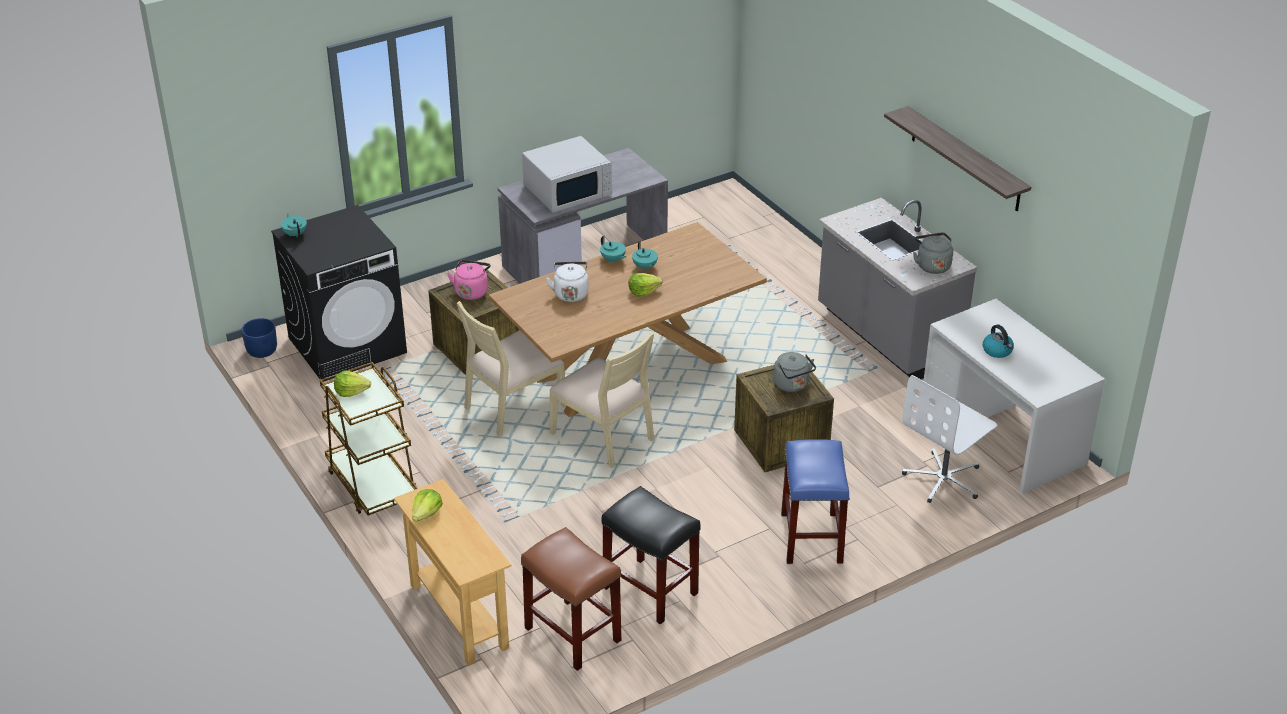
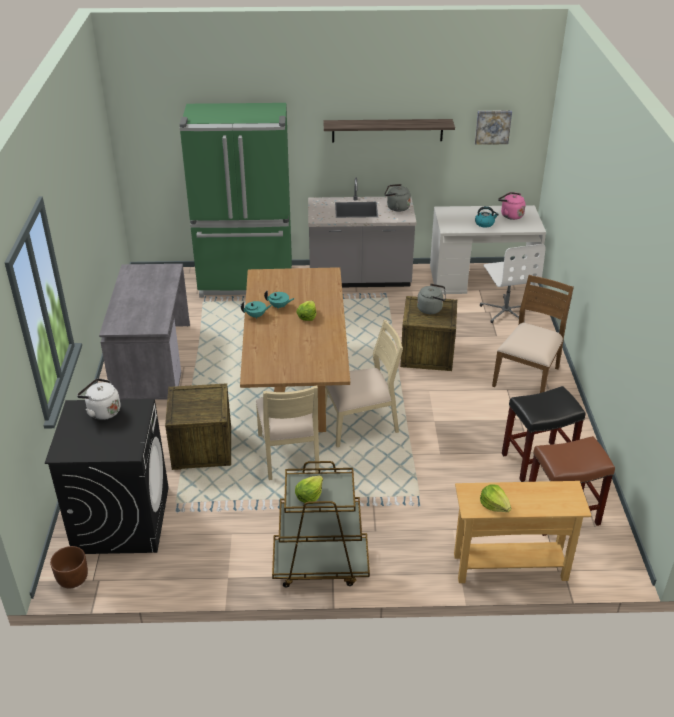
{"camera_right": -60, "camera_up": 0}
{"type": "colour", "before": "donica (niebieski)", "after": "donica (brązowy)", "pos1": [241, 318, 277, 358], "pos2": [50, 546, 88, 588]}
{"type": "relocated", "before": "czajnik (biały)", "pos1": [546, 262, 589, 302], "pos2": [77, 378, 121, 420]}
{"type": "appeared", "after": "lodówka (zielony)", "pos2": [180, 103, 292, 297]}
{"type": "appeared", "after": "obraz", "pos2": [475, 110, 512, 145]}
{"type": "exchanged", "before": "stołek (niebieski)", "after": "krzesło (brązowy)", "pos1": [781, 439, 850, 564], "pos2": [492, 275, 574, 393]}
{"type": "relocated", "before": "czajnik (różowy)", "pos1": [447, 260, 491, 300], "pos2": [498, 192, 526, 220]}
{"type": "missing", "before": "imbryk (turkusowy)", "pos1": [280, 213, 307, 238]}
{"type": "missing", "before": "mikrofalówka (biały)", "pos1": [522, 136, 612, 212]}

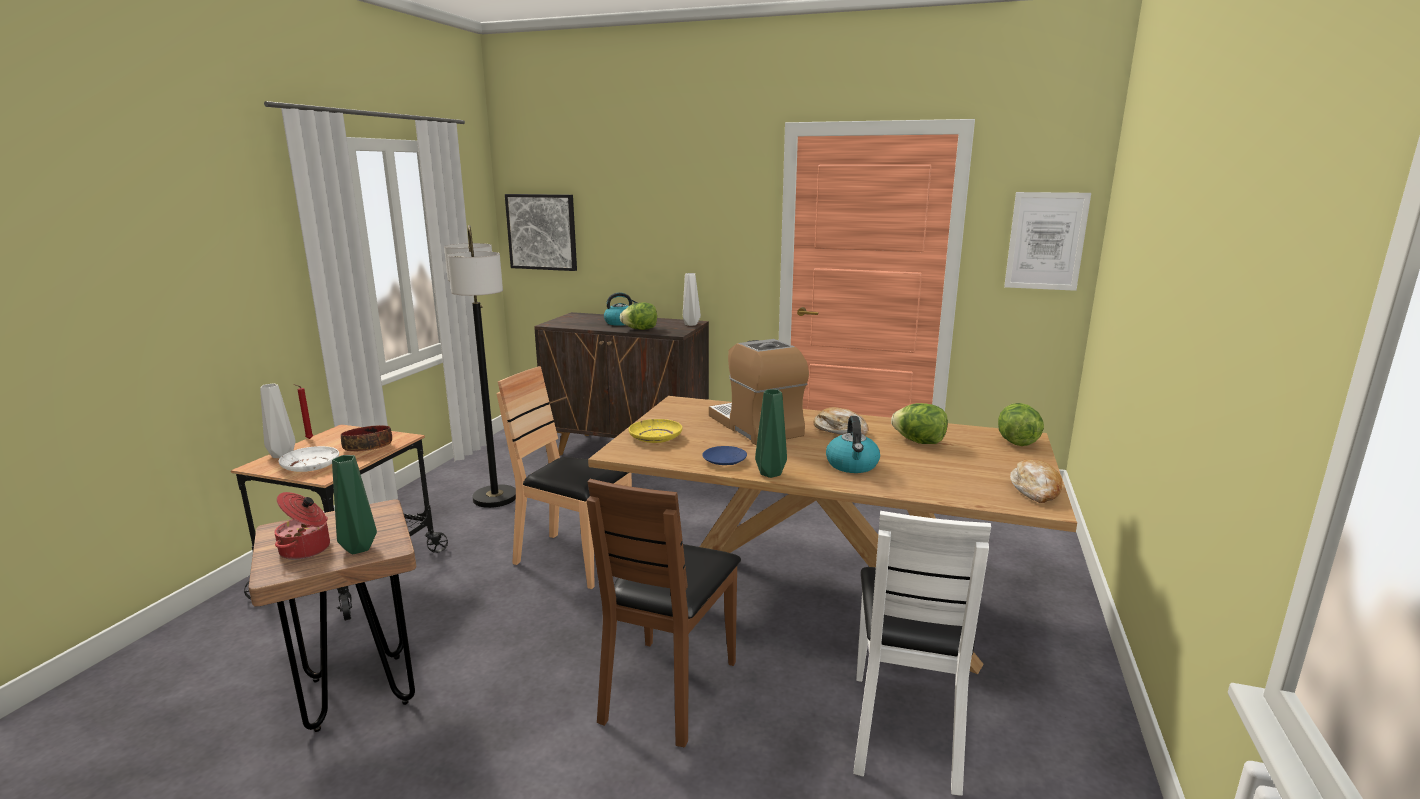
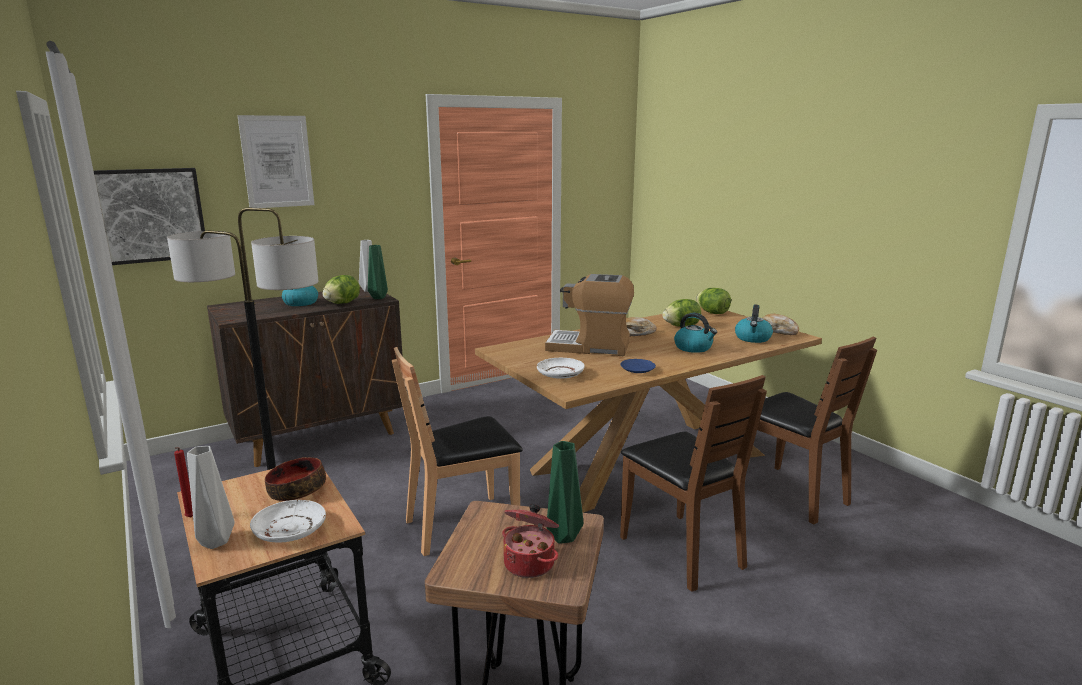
{"camera_right": -50, "camera_up": 0}
{"type": "relocated", "before": "obraz", "pos1": [1004, 192, 1091, 291], "pos2": [237, 115, 314, 208]}
{"type": "relocated", "before": "wazon (zielony)", "pos1": [755, 389, 787, 478], "pos2": [368, 245, 388, 299]}
{"type": "colour", "before": "talerz (żółty)", "after": "talerz (biały)", "pos1": [629, 419, 682, 443], "pos2": [537, 358, 585, 379]}
{"type": "appeared", "after": "czajnik", "pos2": [735, 305, 773, 343]}
{"type": "colour", "before": "krzesło (biały)", "after": "krzesło (brązowy)", "pos1": [853, 511, 991, 796], "pos2": [737, 336, 877, 524]}

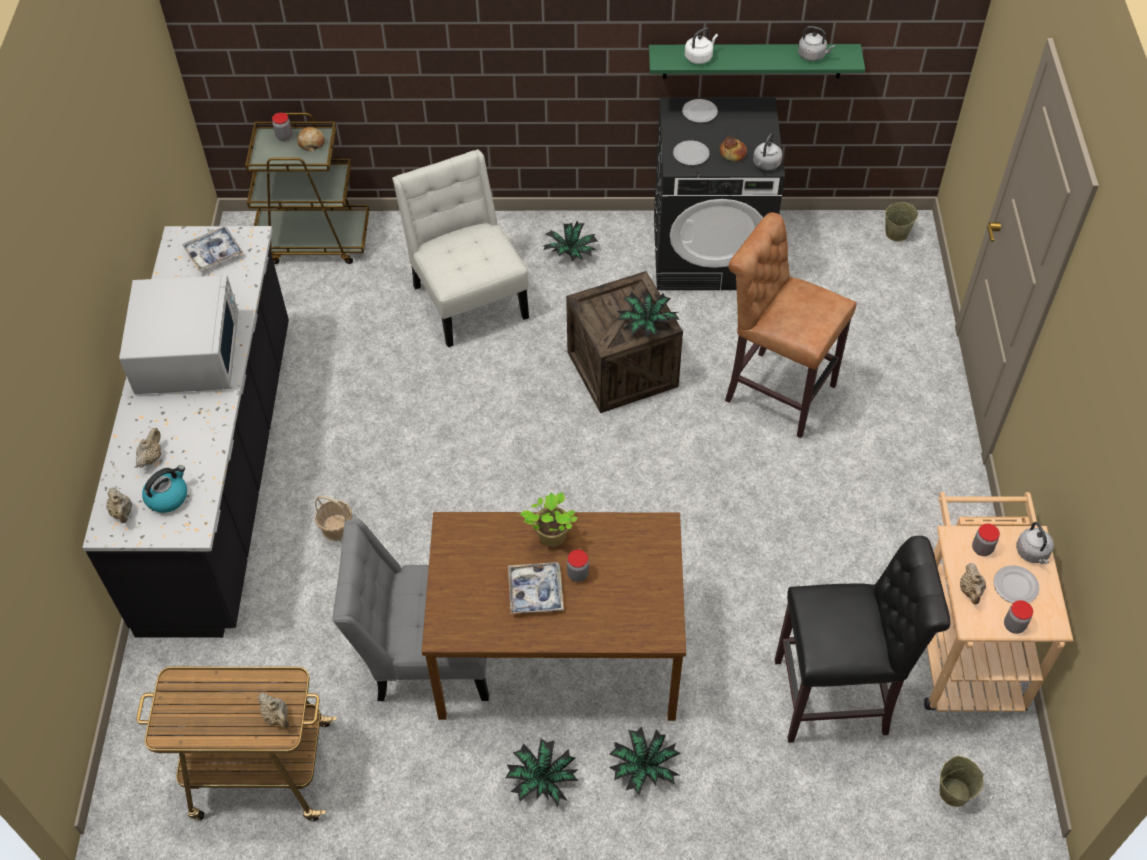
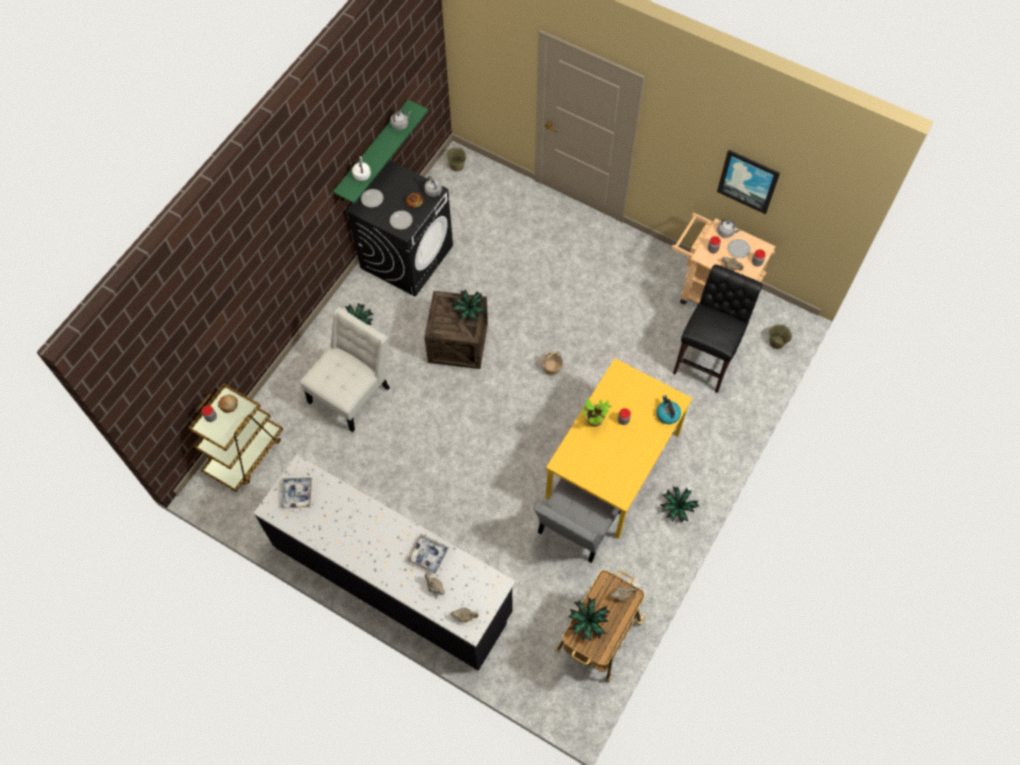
{"camera_right": -60, "camera_up": 10}
{"type": "spun", "before": "krzesło (biały)", "pos1": [392, 150, 529, 347], "pos2": [300, 307, 390, 432], "turn": 120}
{"type": "relocated", "before": "taca", "pos1": [508, 562, 564, 614], "pos2": [406, 534, 450, 574]}
{"type": "relocated", "before": "koszyk", "pos1": [315, 496, 352, 541], "pos2": [541, 351, 563, 376]}
{"type": "colour", "before": "stół jadalny (brązowy)", "after": "stół jadalny (żółty)", "pos1": [422, 512, 686, 721], "pos2": [546, 358, 693, 539]}
{"type": "relocated", "before": "roślina doniczkowa", "pos1": [609, 727, 681, 795], "pos2": [568, 597, 610, 642]}
{"type": "relocated", "before": "czajnik", "pos1": [142, 465, 187, 513], "pos2": [656, 395, 681, 424]}
{"type": "appeared", "after": "obraz", "pos2": [717, 150, 780, 214]}
{"type": "missing", "before": "mikrofalówka (biały)", "pos1": [119, 275, 238, 394]}
{"type": "missing", "before": "stołek (brązowy)", "pos1": [725, 212, 857, 438]}

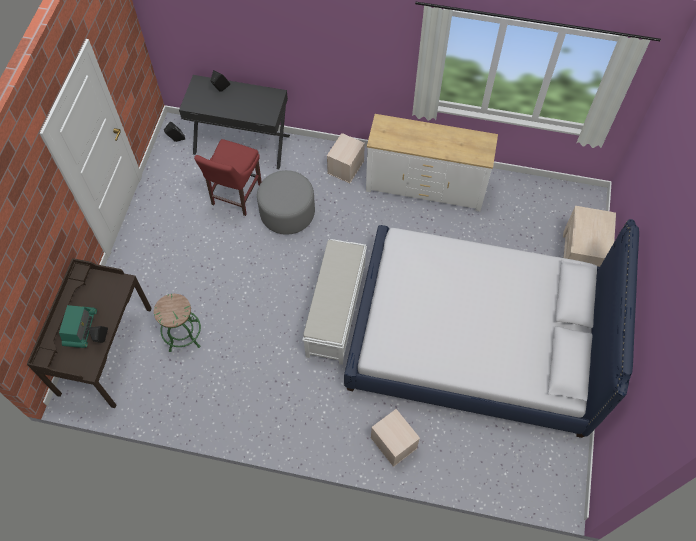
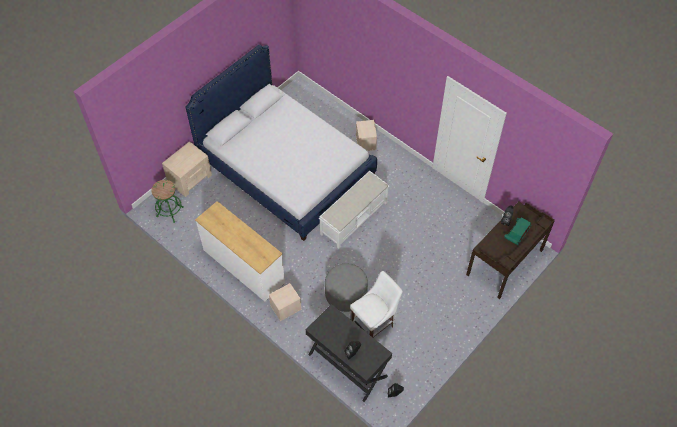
{"camera_right": -150, "camera_up": -5}
{"type": "relocated", "before": "stołek (zielony)", "pos1": [154, 294, 201, 352], "pos2": [151, 180, 184, 223]}
{"type": "colour", "before": "krzesło (czerwony)", "after": "krzesło (biały)", "pos1": [194, 139, 262, 216], "pos2": [350, 271, 403, 337]}

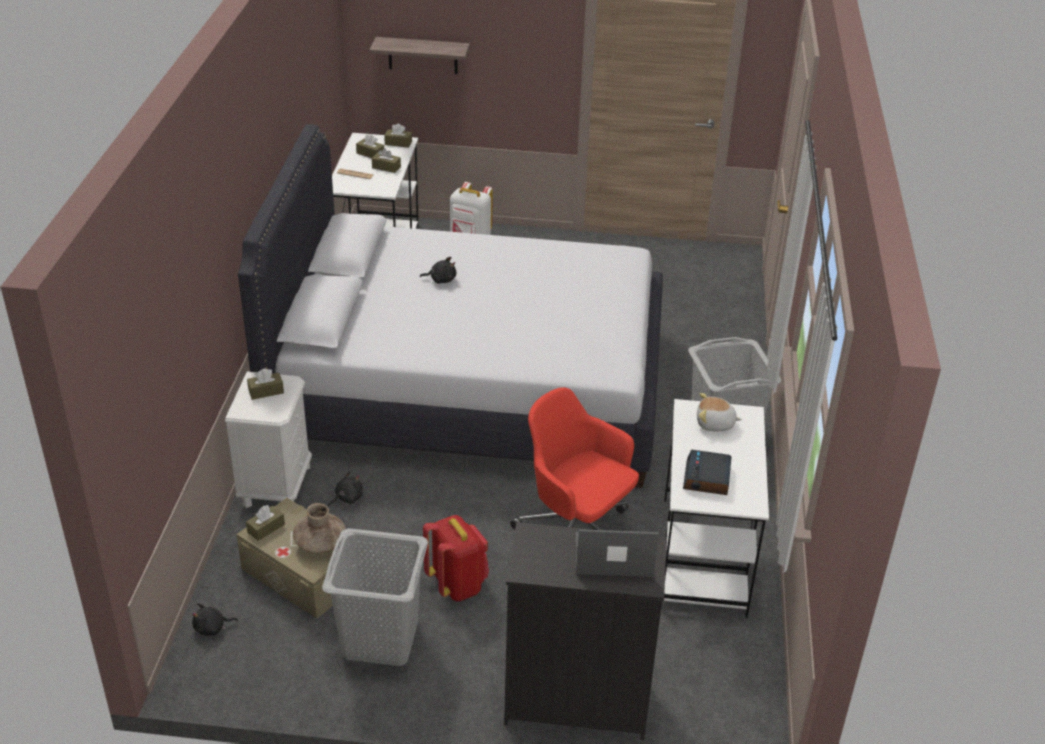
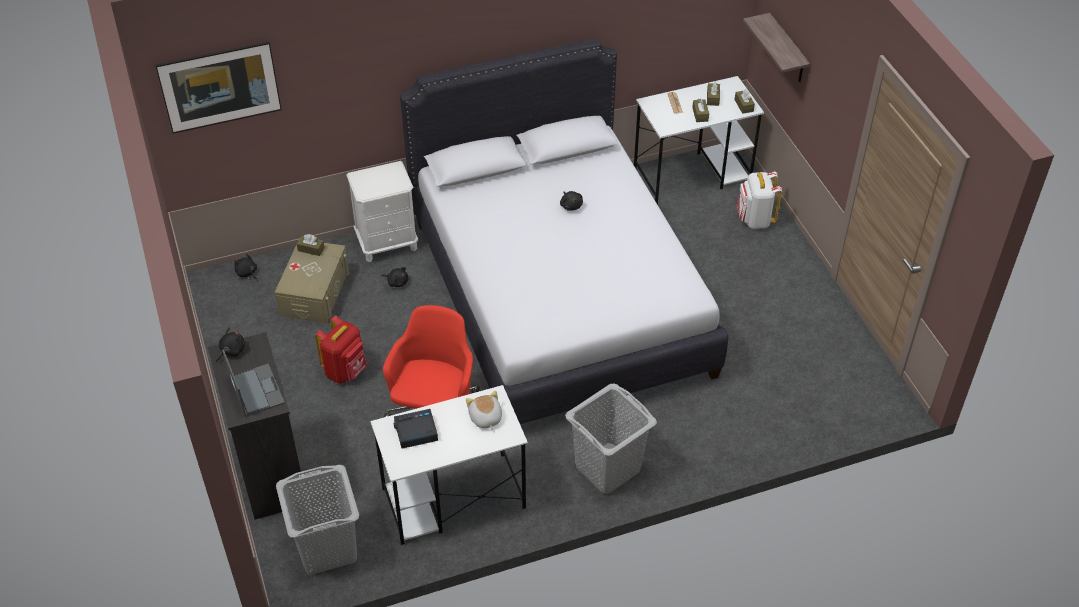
{"camera_right": 65, "camera_up": 10}
{"type": "appeared", "after": "obraz", "pos2": [155, 41, 282, 134]}
{"type": "appeared", "after": "pluszak (czarny)", "pos2": [216, 328, 245, 363]}
{"type": "relocated", "before": "kosz na pranie (szary)", "pos1": [322, 528, 428, 666], "pos2": [276, 465, 359, 575]}
{"type": "missing", "before": "pudełko chusteczek (brązowy)", "pos1": [247, 368, 284, 400]}
{"type": "missing", "before": "wazon (brązowy)", "pos1": [293, 503, 346, 554]}

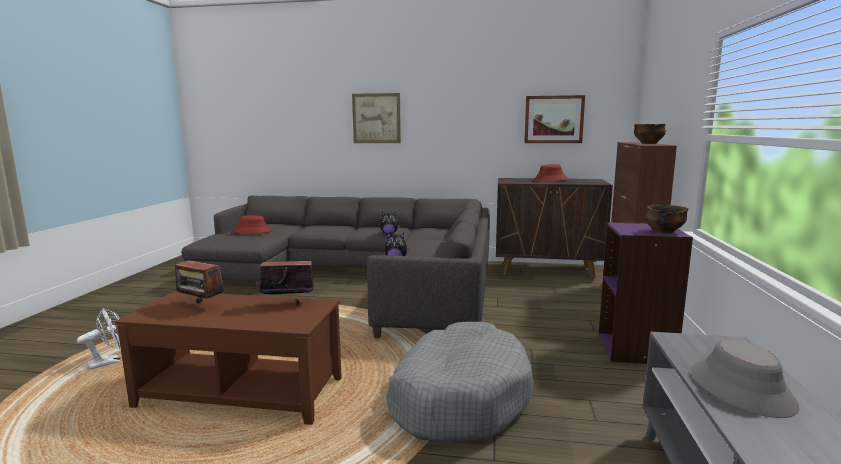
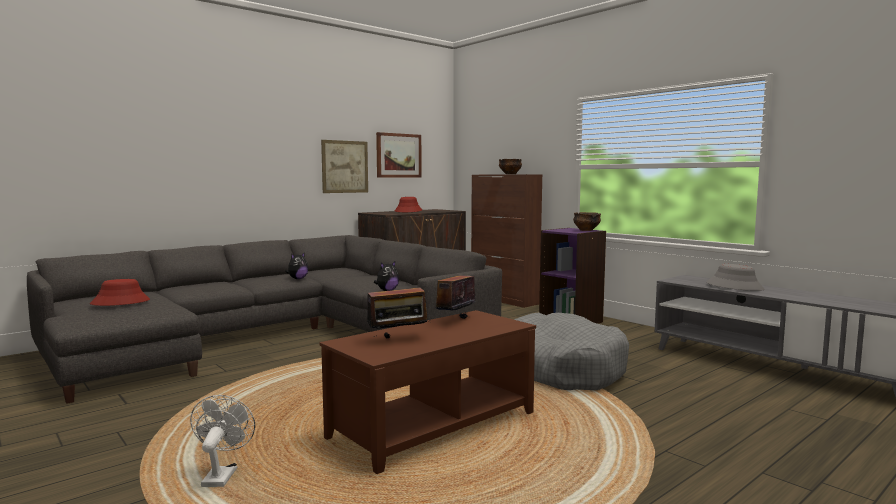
{"camera_right": -50, "camera_up": -5}
{"type": "relocated", "before": "obraz", "pos1": [352, 93, 401, 143], "pos2": [321, 140, 368, 193]}

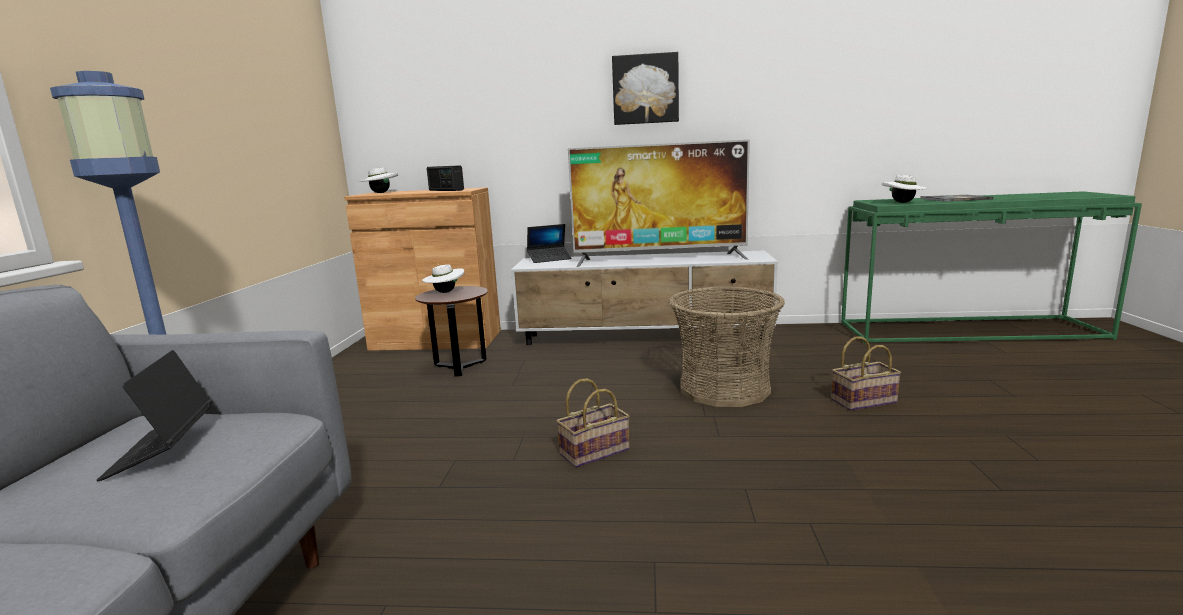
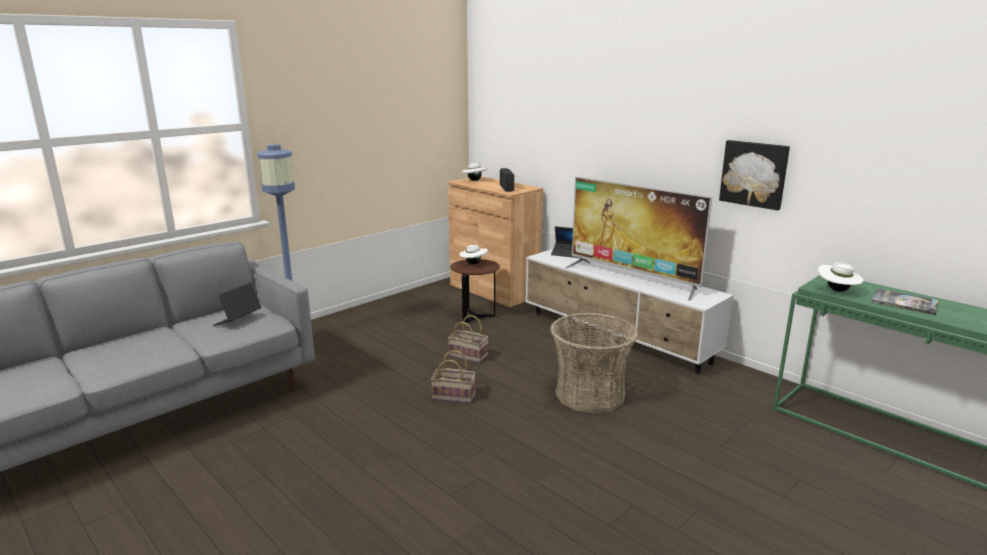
{"camera_right": 40, "camera_up": 5}
{"type": "relocated", "before": "koszyk", "pos1": [831, 337, 901, 411], "pos2": [448, 315, 488, 363]}
{"type": "relocated", "before": "obraz", "pos1": [612, 52, 679, 125], "pos2": [719, 140, 790, 210]}

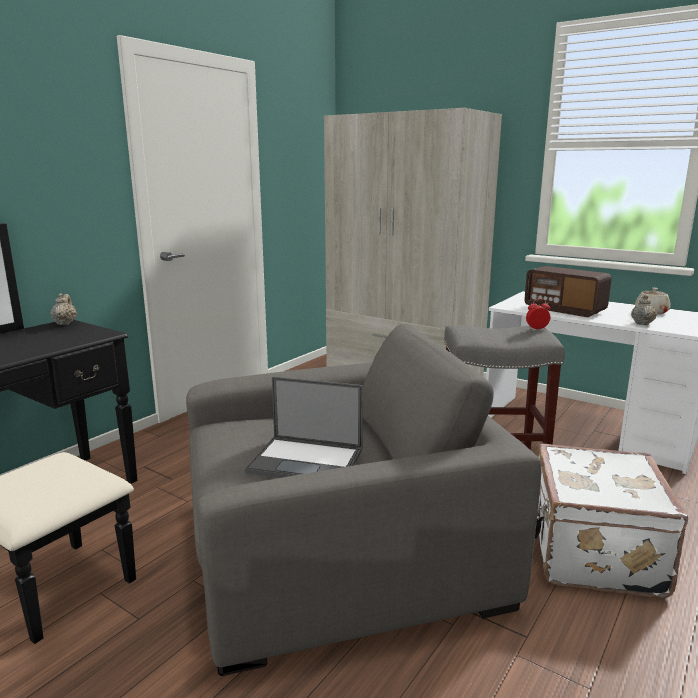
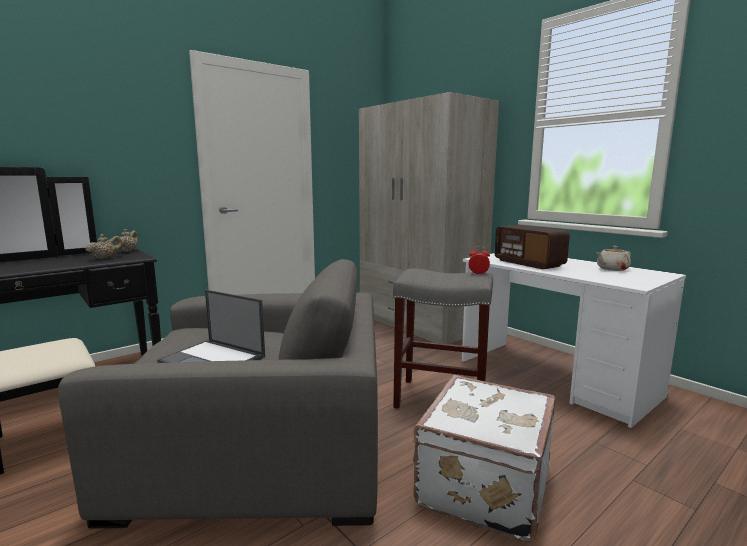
{"camera_right": 15, "camera_up": -5}
{"type": "relocated", "before": "imbryk (beżowy)", "pos1": [631, 295, 657, 325], "pos2": [85, 234, 123, 259]}

